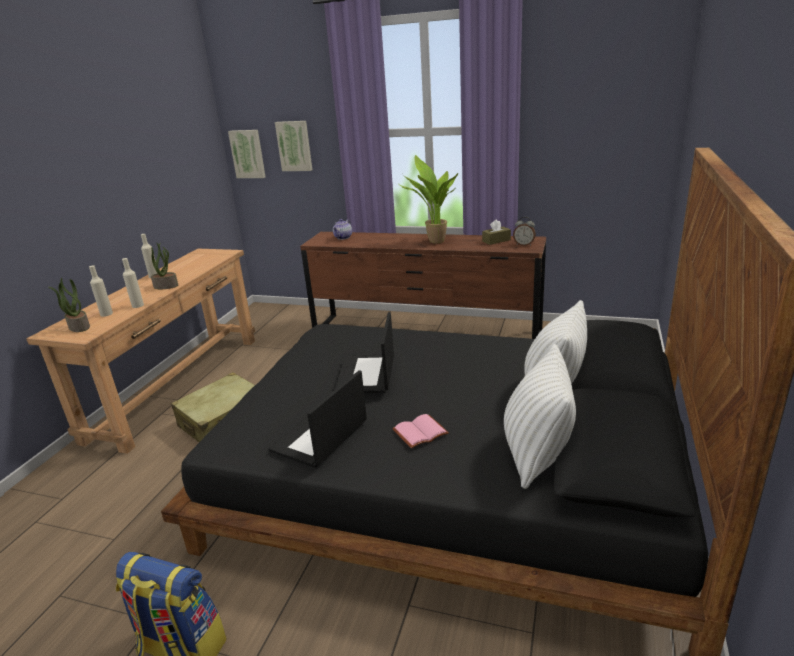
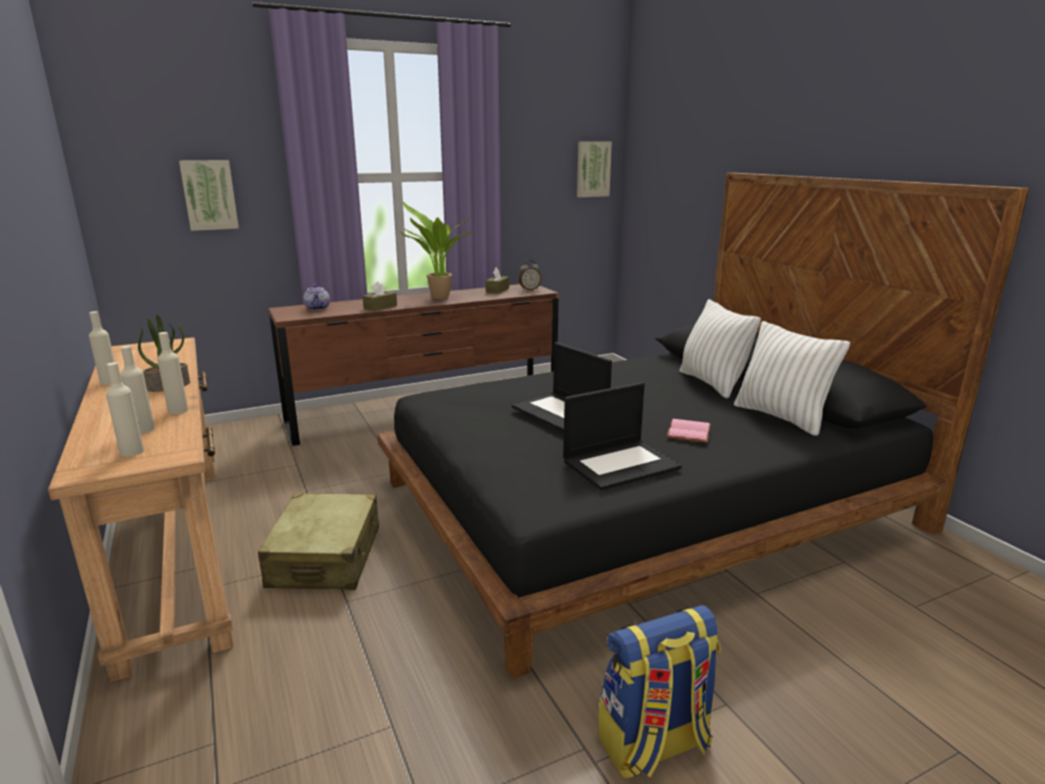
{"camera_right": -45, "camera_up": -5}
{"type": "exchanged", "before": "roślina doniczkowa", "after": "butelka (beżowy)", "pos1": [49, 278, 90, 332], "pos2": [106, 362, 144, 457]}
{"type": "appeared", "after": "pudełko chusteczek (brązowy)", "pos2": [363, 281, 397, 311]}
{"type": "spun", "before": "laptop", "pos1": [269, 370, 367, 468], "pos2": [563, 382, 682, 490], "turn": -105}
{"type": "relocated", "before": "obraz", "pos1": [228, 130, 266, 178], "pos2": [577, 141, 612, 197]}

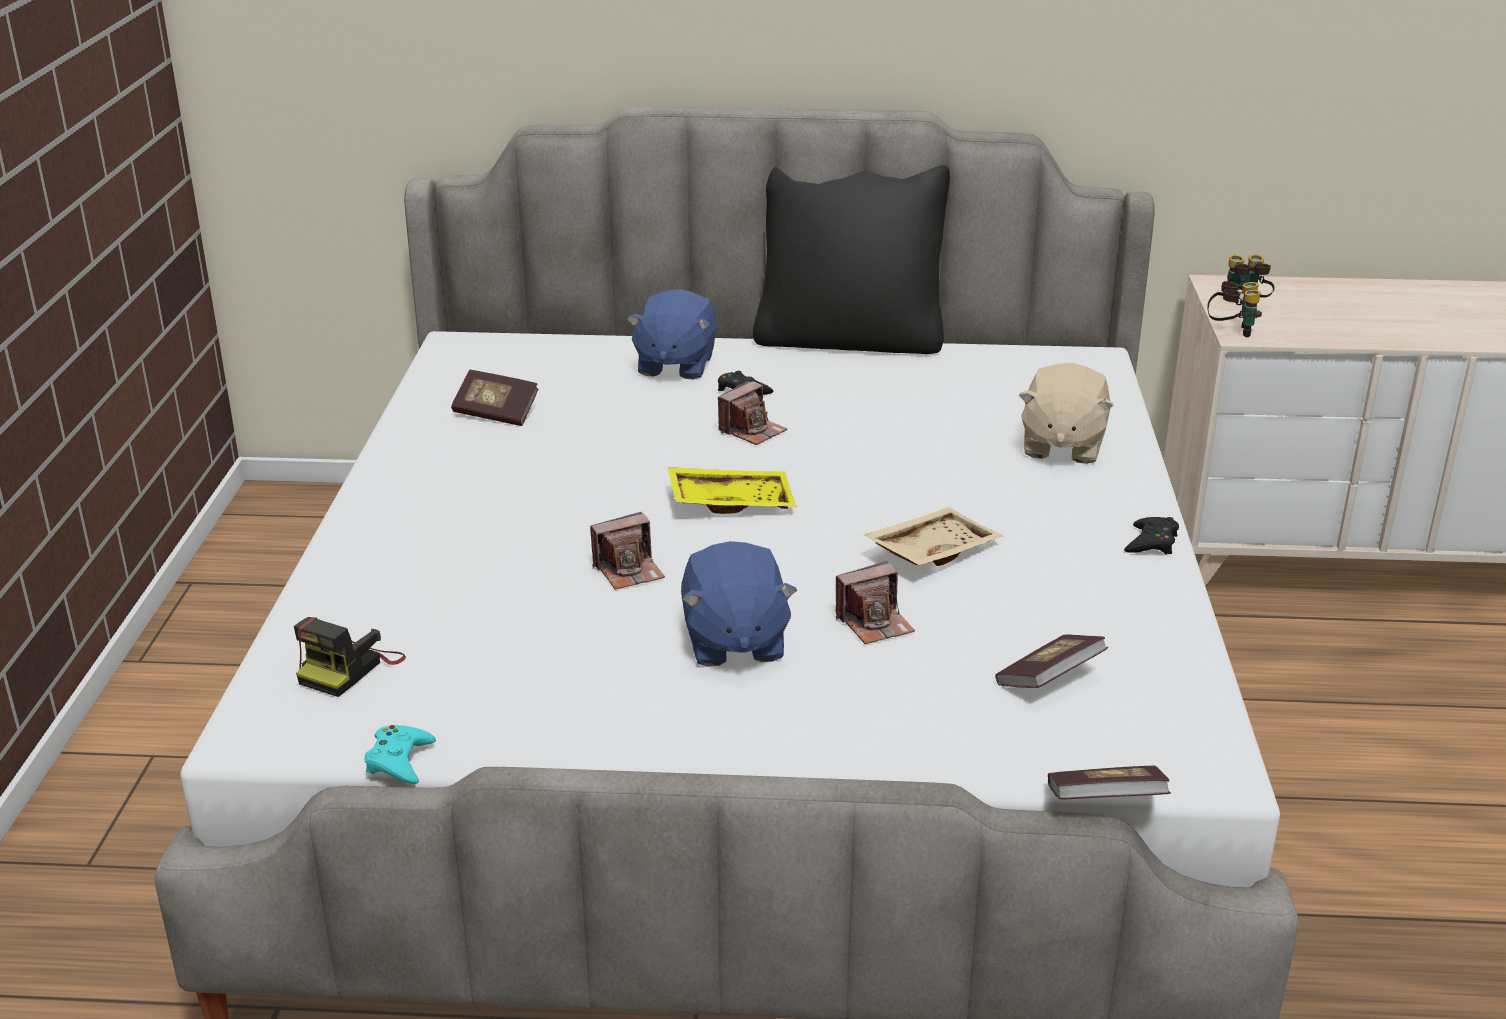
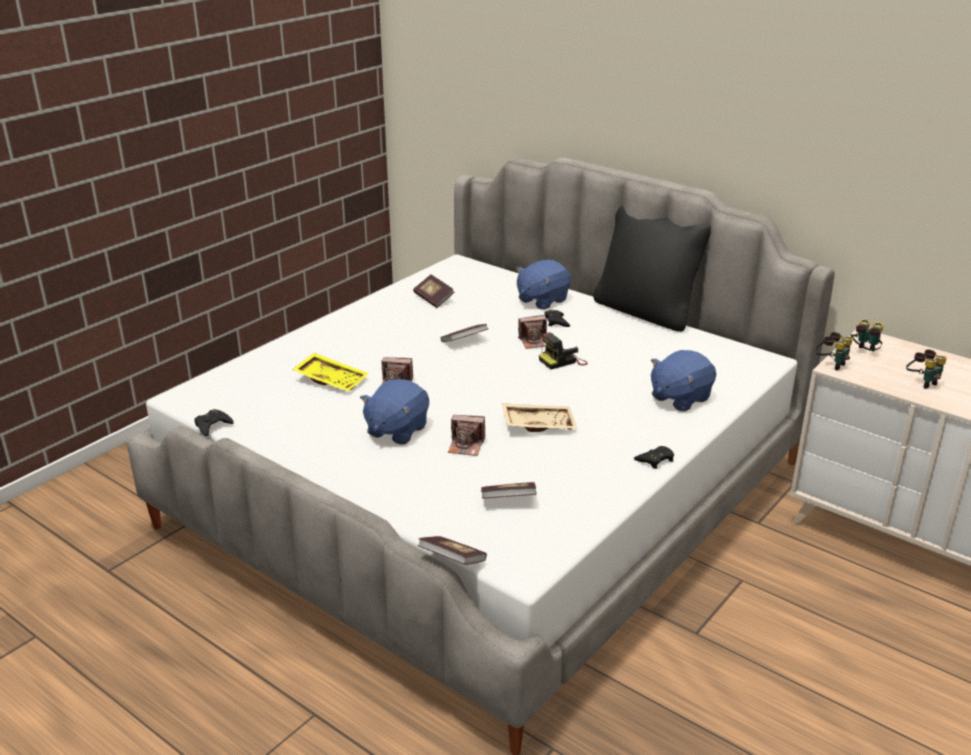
{"camera_right": 35, "camera_up": 0}
{"type": "colour", "before": "pad do gier (turkusowy)", "after": "pad do gier (czarny)", "pos1": [364, 725, 436, 784], "pos2": [194, 409, 234, 436]}
{"type": "relocated", "before": "taca (żółty)", "pos1": [668, 467, 797, 514], "pos2": [292, 353, 369, 392]}
{"type": "appeared", "after": "książka", "pos2": [440, 324, 488, 342]}
{"type": "relocated", "before": "aparat fotograficzny", "pos1": [294, 617, 406, 697], "pos2": [539, 332, 588, 370]}
{"type": "colour", "before": "pluszak (beżowy)", "after": "pluszak (niebieski)", "pos1": [1018, 363, 1114, 464], "pos2": [651, 350, 716, 412]}
{"type": "appeared", "after": "lornetka", "pos2": [906, 349, 947, 389]}

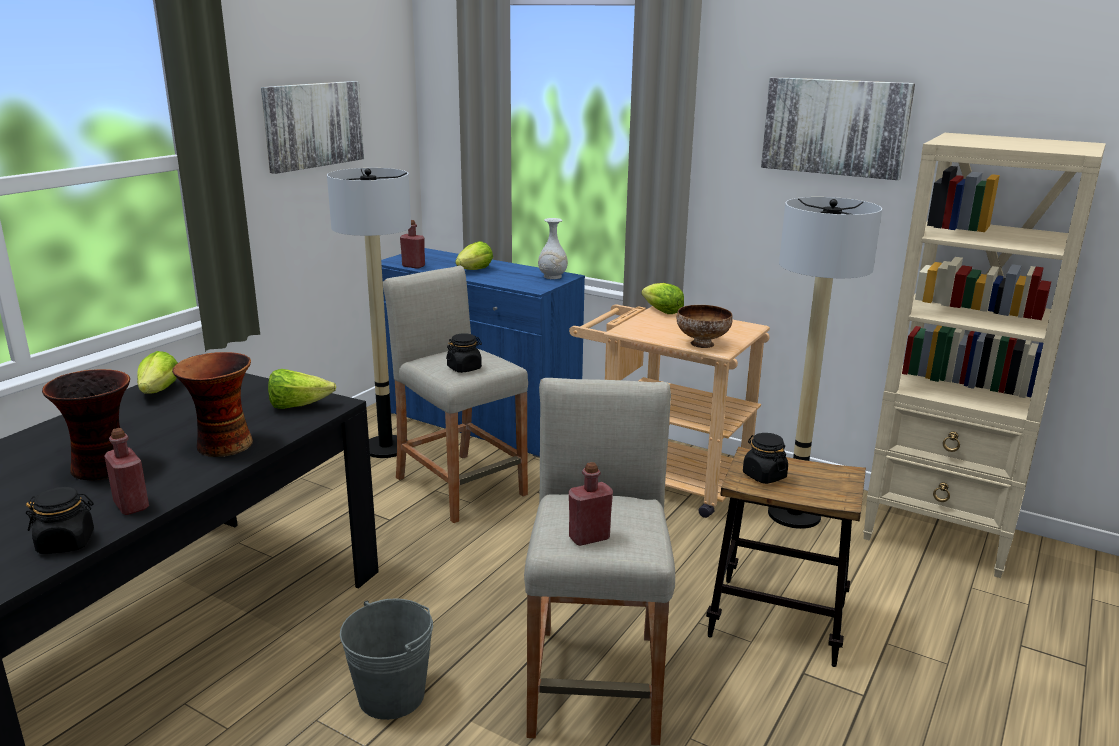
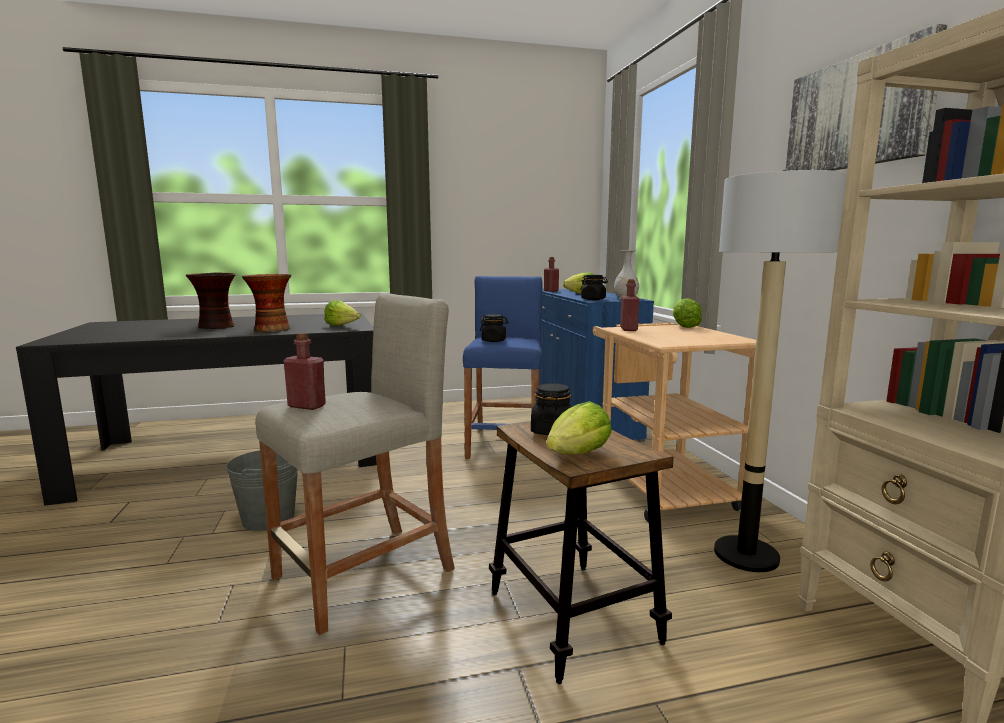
{"camera_right": 45, "camera_up": -10}
{"type": "colour", "before": "stołek (beżowy)", "after": "stołek (niebieski)", "pos1": [383, 266, 528, 523], "pos2": [463, 276, 543, 459]}
{"type": "relocated", "before": "sałata", "pos1": [137, 351, 178, 394], "pos2": [547, 401, 611, 455]}
{"type": "relocated", "before": "słoik (czarny)", "pos1": [26, 487, 94, 554], "pos2": [581, 275, 608, 300]}
{"type": "relocated", "before": "butelka (czerwony)", "pos1": [104, 428, 149, 515], "pos2": [620, 279, 640, 331]}
{"type": "missing", "before": "obraz", "pos1": [261, 81, 364, 174]}
{"type": "missing", "before": "lampa stojąca", "pos1": [327, 168, 411, 458]}
{"type": "missing", "before": "miska", "pos1": [676, 305, 733, 348]}

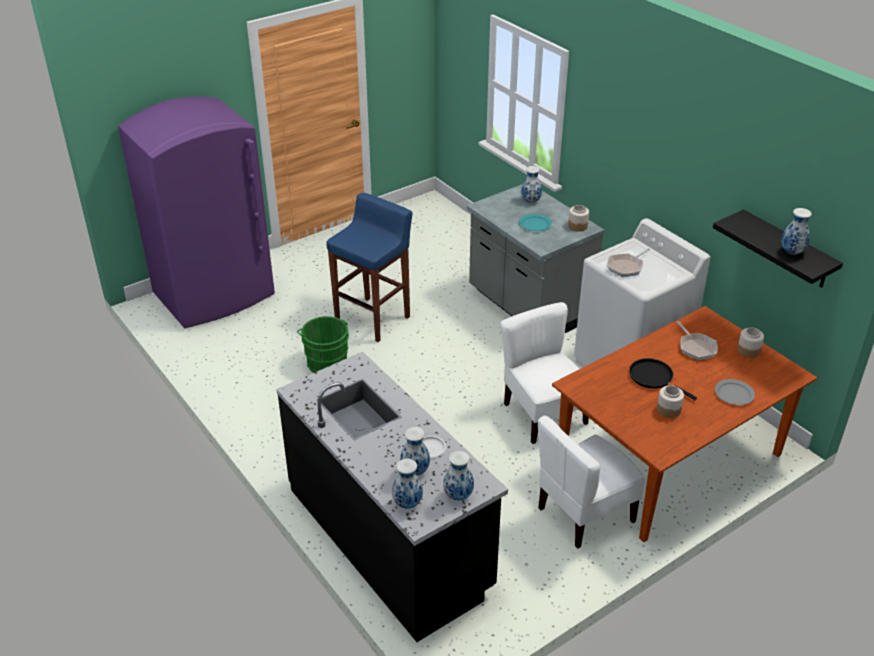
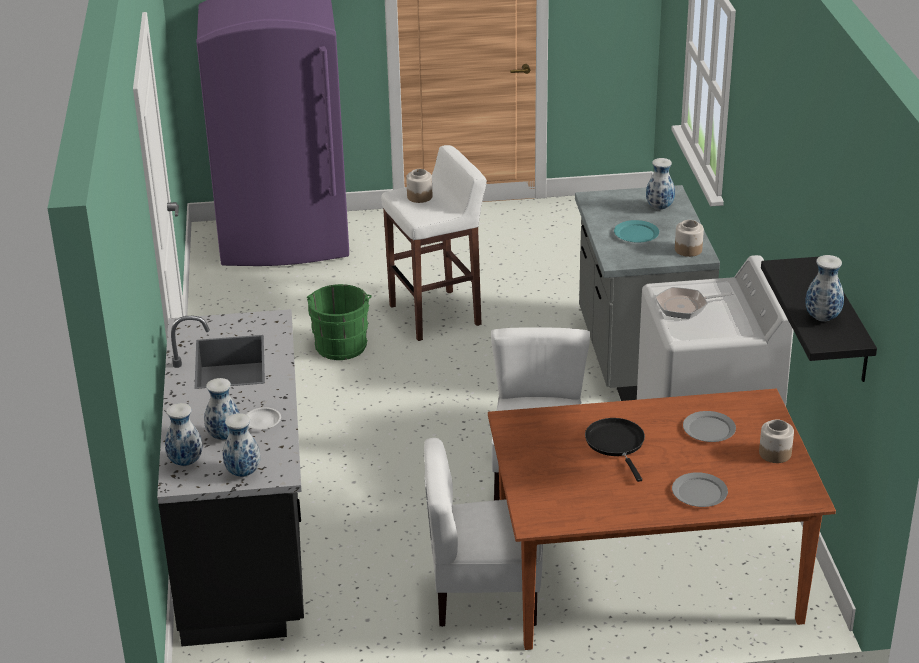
{"camera_right": 30, "camera_up": -5}
{"type": "colour", "before": "stołek (niebieski)", "after": "stołek (biały)", "pos1": [326, 193, 413, 342], "pos2": [381, 145, 487, 341]}
{"type": "relocated", "before": "słoik", "pos1": [657, 386, 684, 418], "pos2": [406, 169, 432, 203]}
{"type": "exchanged", "before": "patelnia", "after": "talerz (szary)", "pos1": [677, 321, 718, 360], "pos2": [683, 411, 736, 442]}

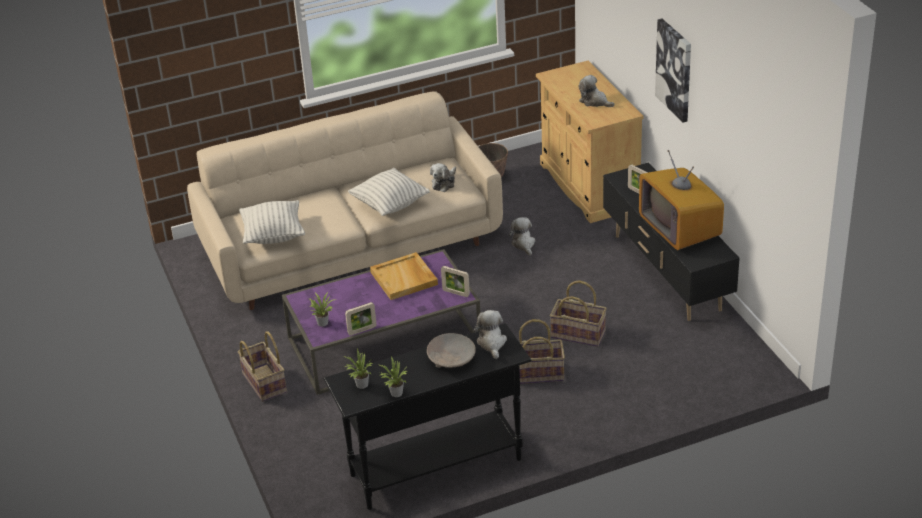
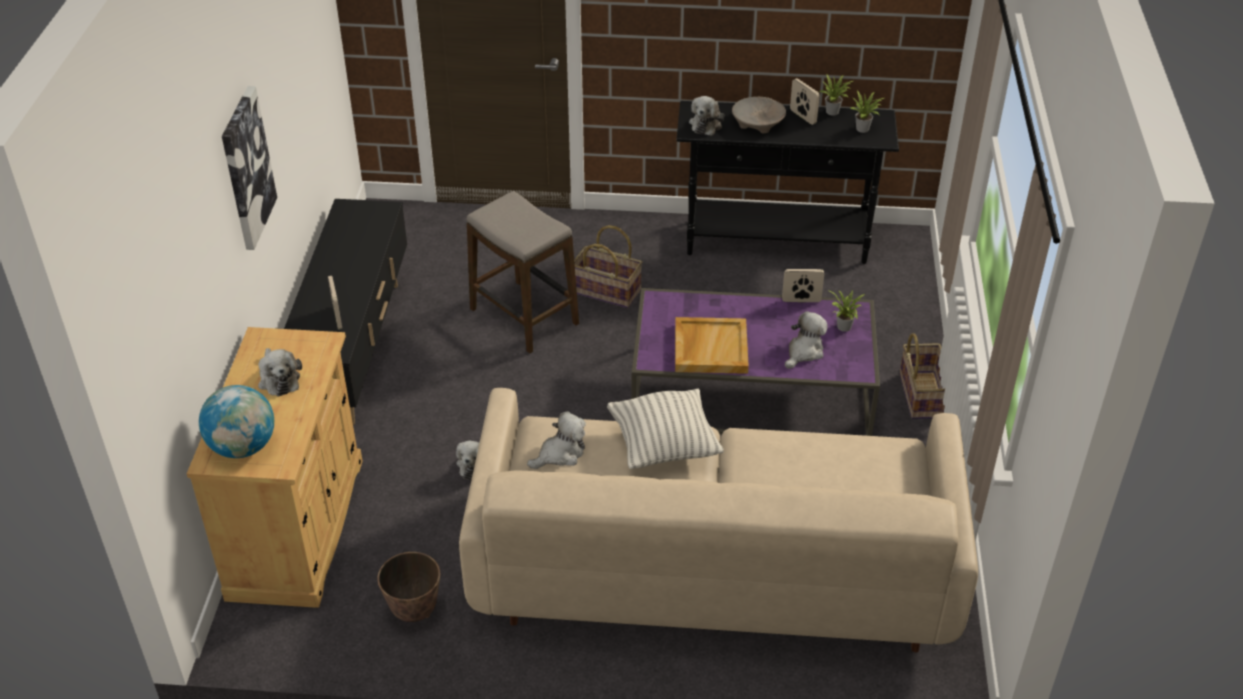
{"camera_right": -155, "camera_up": 5}
{"type": "appeared", "after": "globus", "pos2": [199, 385, 274, 458]}
{"type": "exchanged", "before": "koszyk", "after": "stołek", "pos1": [550, 280, 607, 347], "pos2": [467, 191, 579, 353]}
{"type": "appeared", "after": "pluszak", "pos2": [785, 311, 828, 369]}
{"type": "relocated", "before": "ramka na zdjęcie", "pos1": [441, 266, 470, 297], "pos2": [790, 78, 820, 125]}
{"type": "missing", "before": "poduszka", "pos1": [239, 200, 305, 244]}
{"type": "missing", "before": "telewizor", "pos1": [639, 150, 724, 250]}

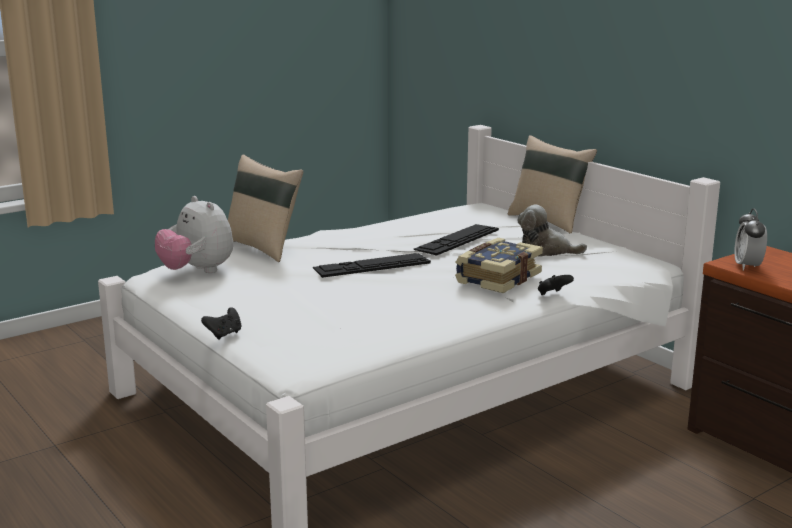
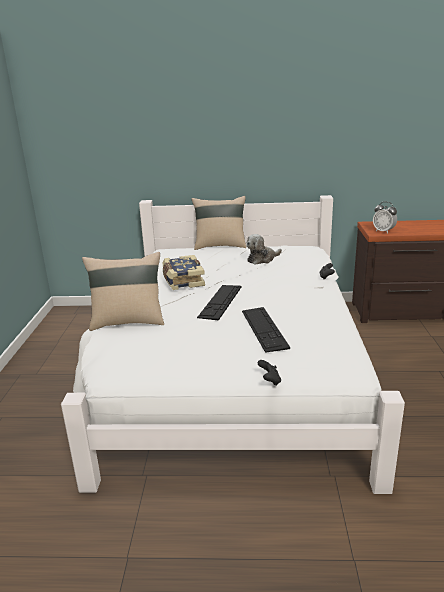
{"camera_right": -50, "camera_up": 5}
{"type": "relocated", "before": "książka", "pos1": [455, 238, 543, 293], "pos2": [162, 255, 205, 290]}
{"type": "relocated", "before": "klawiatura", "pos1": [413, 224, 499, 256], "pos2": [242, 307, 290, 353]}
{"type": "missing", "before": "pluszak", "pos1": [155, 196, 233, 273]}

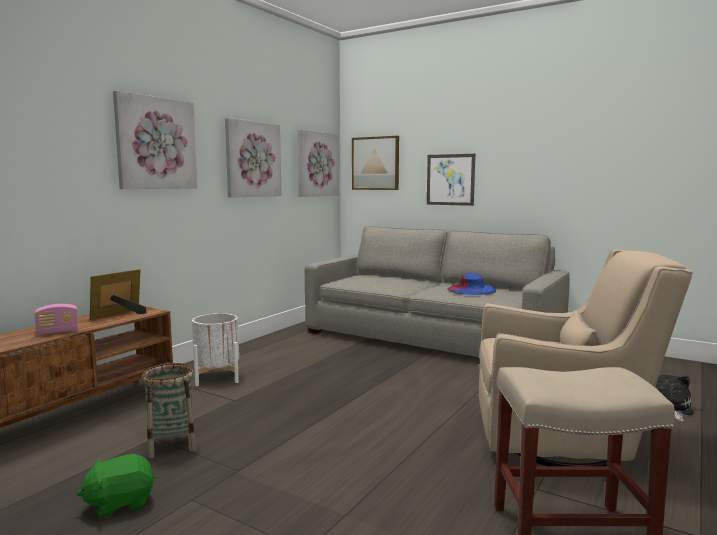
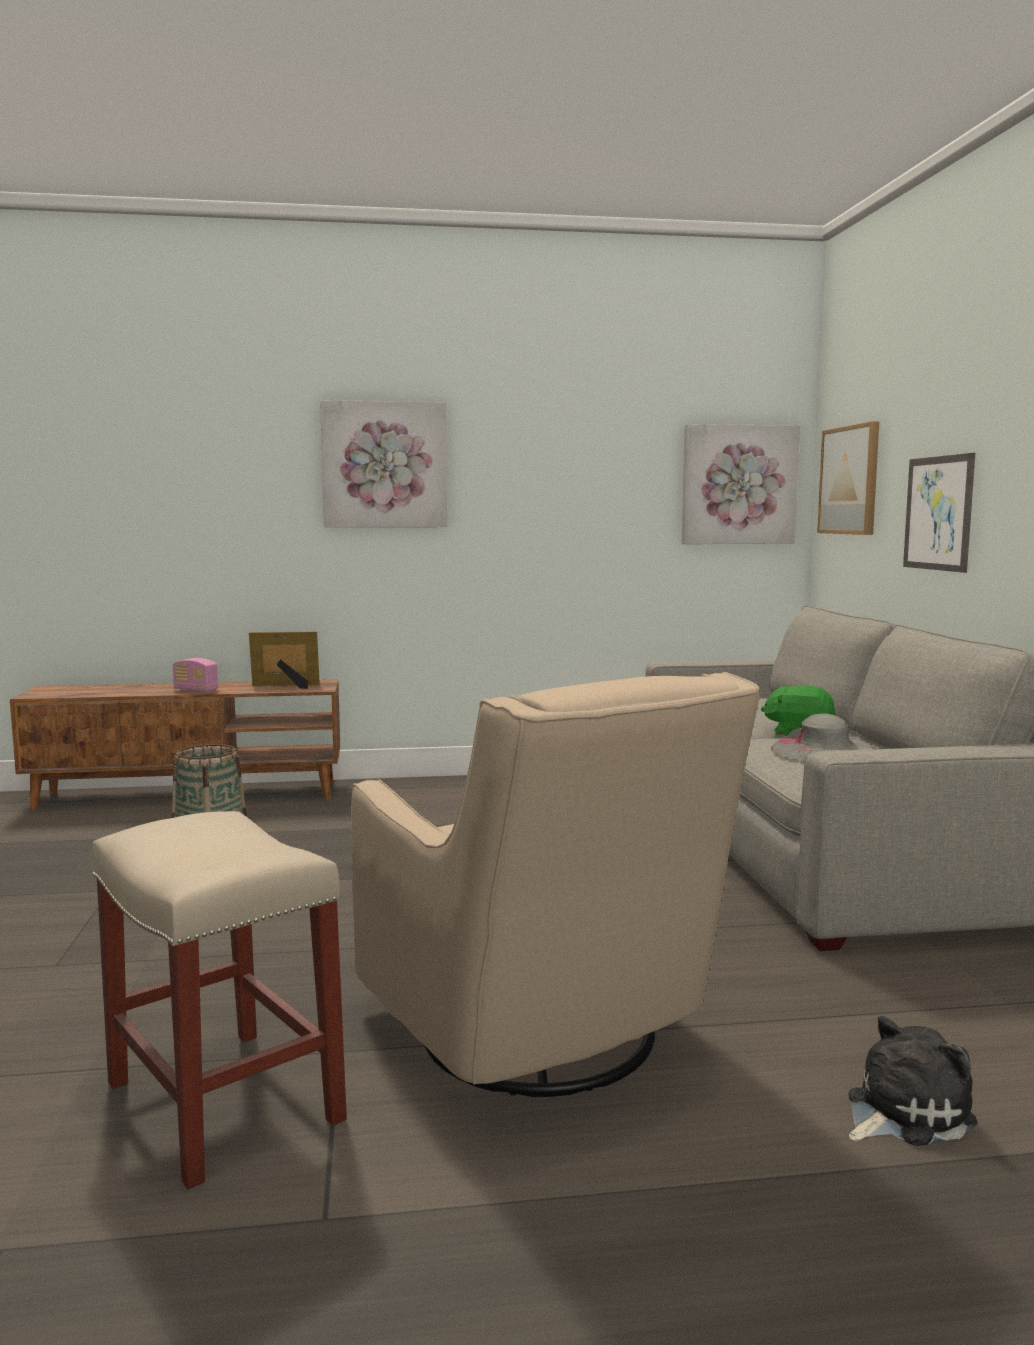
{"camera_right": 50, "camera_up": 0}
{"type": "relocated", "before": "pluszak (zielony)", "pos1": [77, 454, 155, 519], "pos2": [761, 685, 836, 736]}
{"type": "colour", "before": "kapelusz (niebieski)", "after": "kapelusz (szary)", "pos1": [447, 273, 496, 295], "pos2": [771, 713, 876, 761]}
{"type": "missing", "before": "donica (biały)", "pos1": [192, 313, 239, 386]}
{"type": "missing", "before": "obraz", "pos1": [225, 118, 281, 198]}

